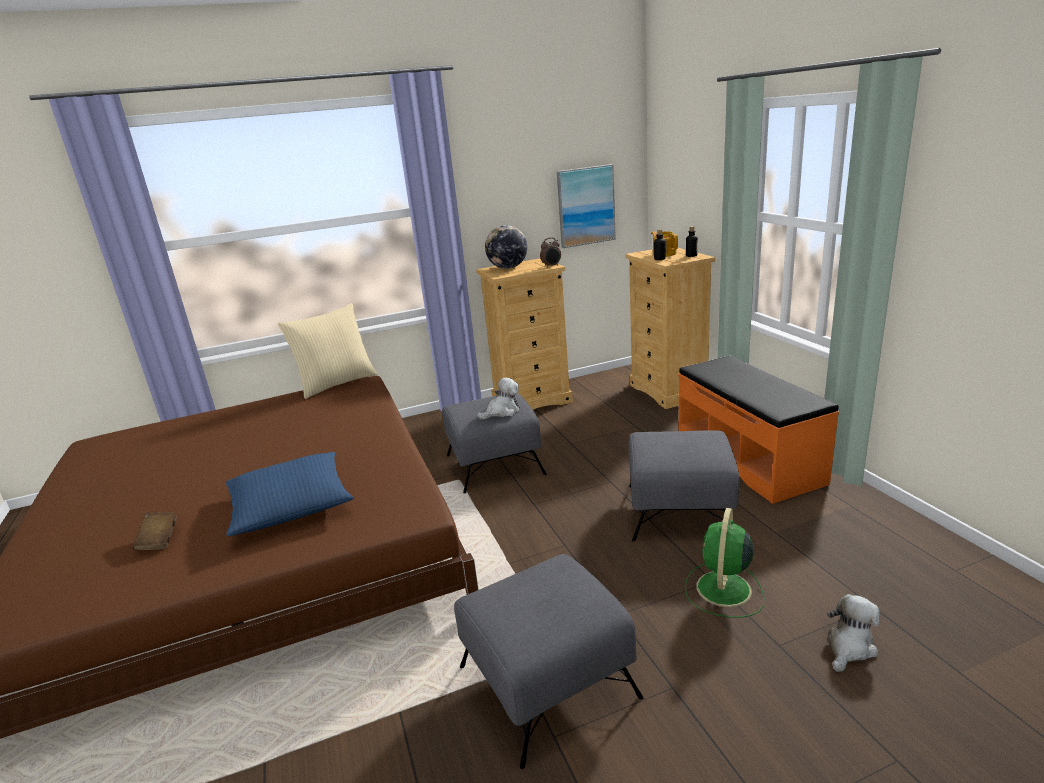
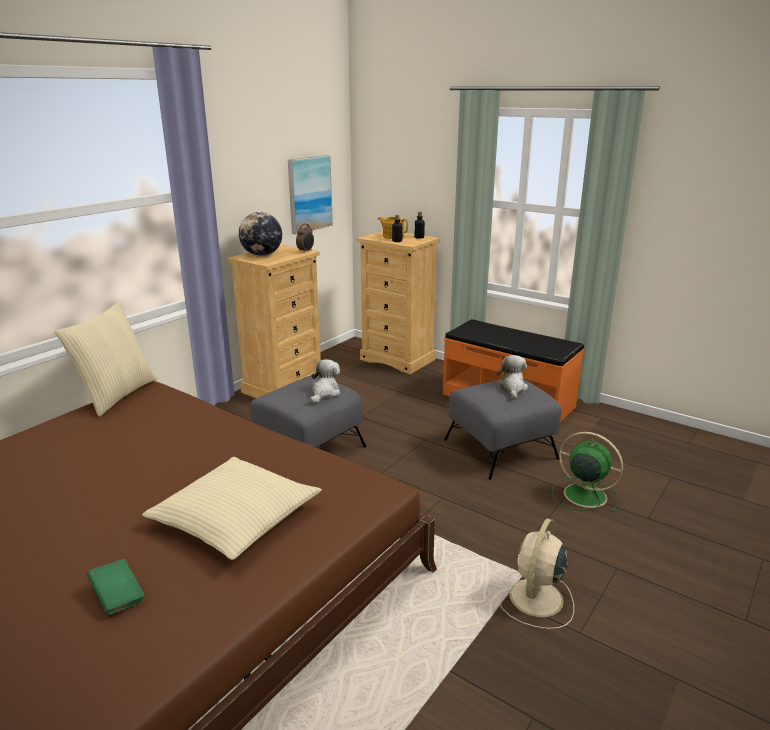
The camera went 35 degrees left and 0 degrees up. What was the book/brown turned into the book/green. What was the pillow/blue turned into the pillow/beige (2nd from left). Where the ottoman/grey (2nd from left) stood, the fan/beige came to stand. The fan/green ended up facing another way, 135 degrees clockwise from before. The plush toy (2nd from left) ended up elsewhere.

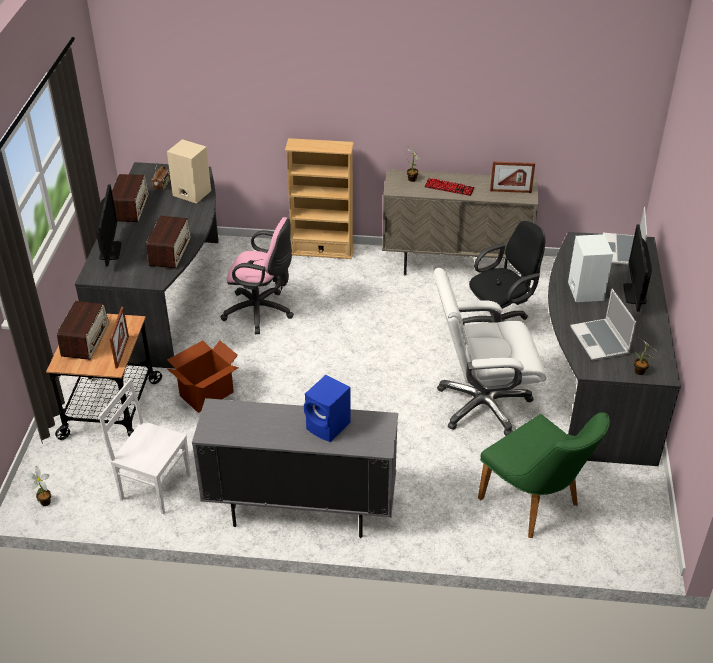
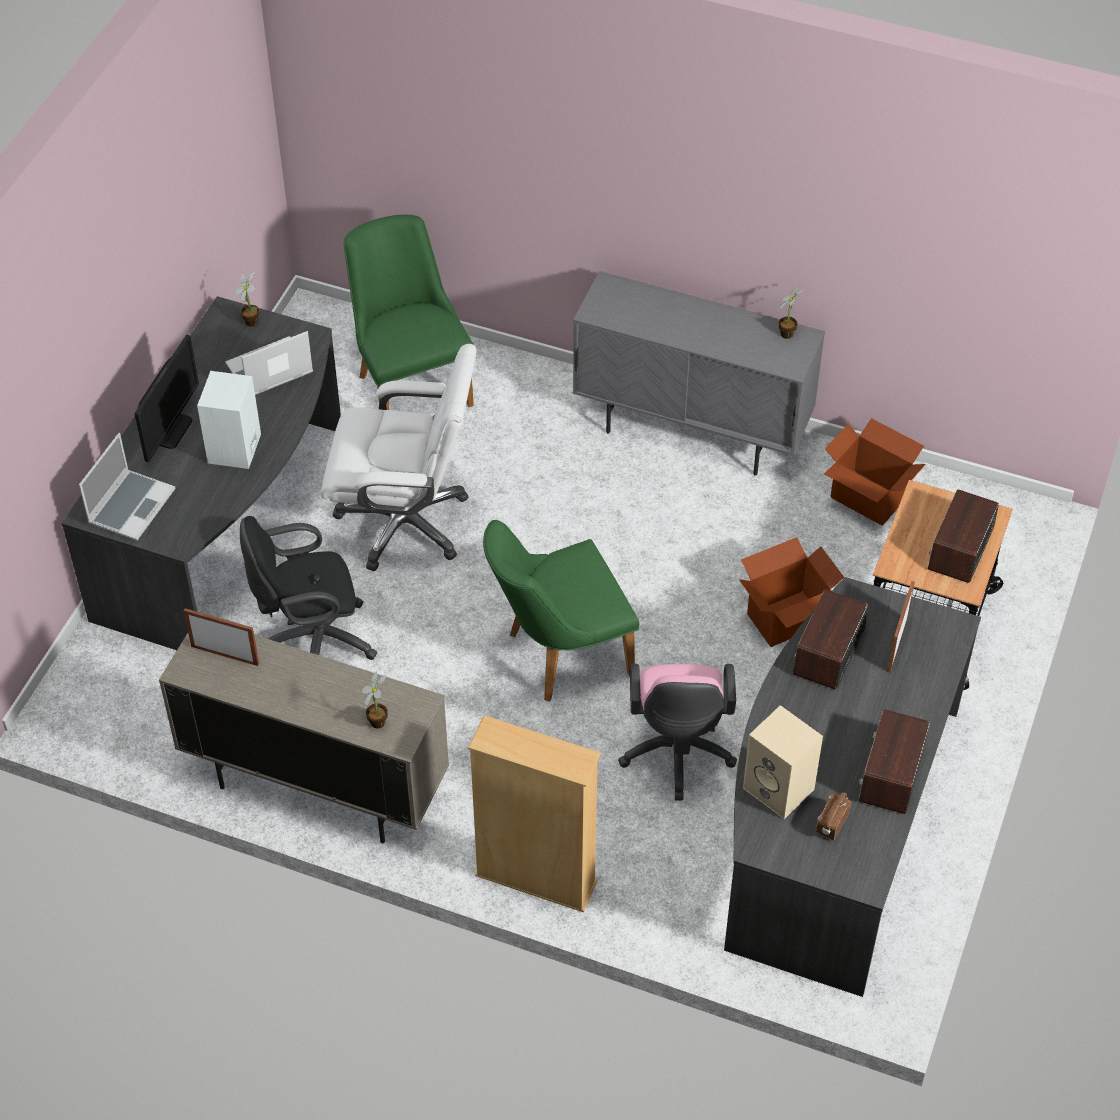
The camera went 165 degrees left and 10 degrees up. The potted plant (1st from left in the first image) ended up elsewhere. The second view lost the monitor (1st from left). Where the chair/white stood, the cardboard box (2nd from left) came to stand. The picture frame (1st from left in the first image) ended up elsewhere. The office chair/pink ended up facing another way, 120 degrees counterclockwise from before. The second view lost the speaker/blue. The second view lost the keyboard. The laptop (1st from left in the first image) ended up facing another way, 120 degrees counterclockwise from before. The second view gained the chair/green (2nd from left).

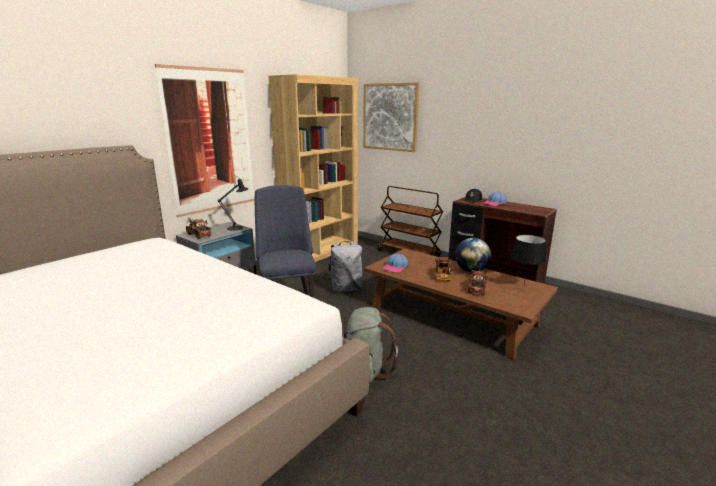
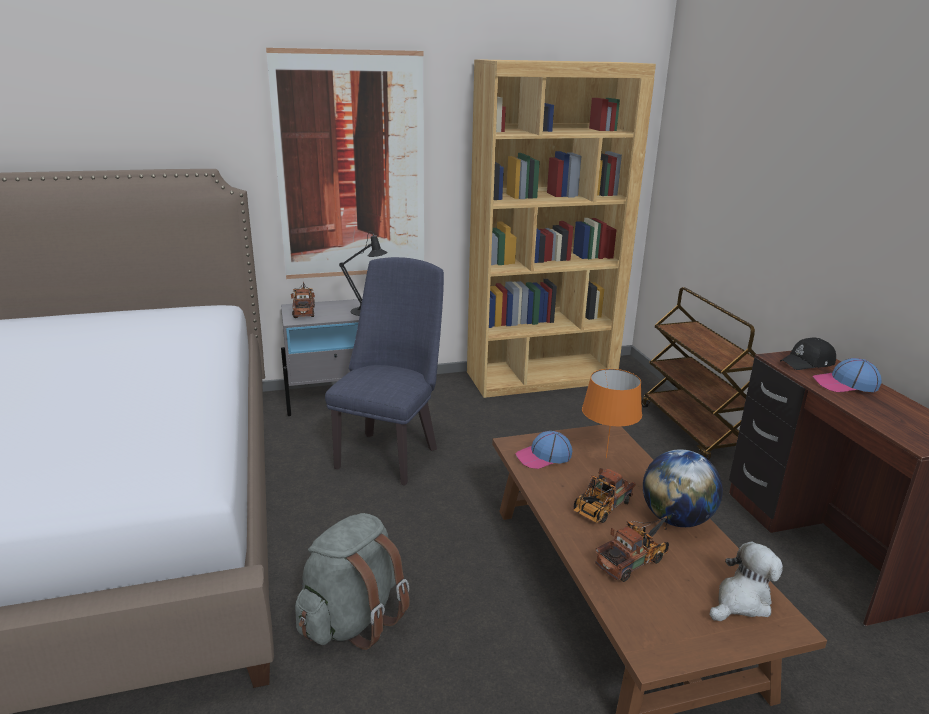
The camera went 35 degrees right and 5 degrees up. The second view lost the backpack/grey (1st from left). The second view lost the picture (2nd from left). Where the table lamp/black (2nd from left) stood, the plush toy came to stand. The second view gained the table lamp/orange.

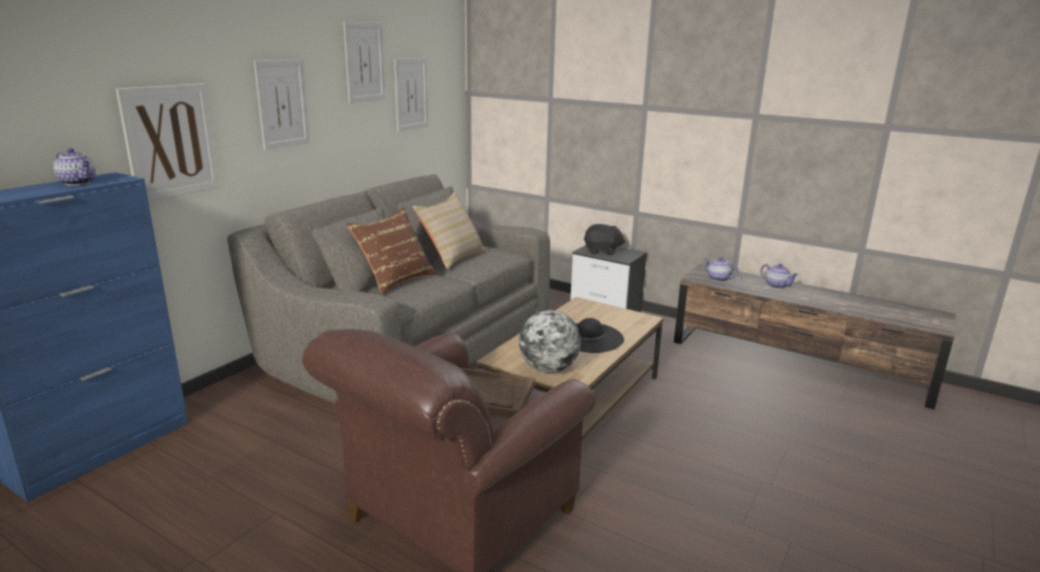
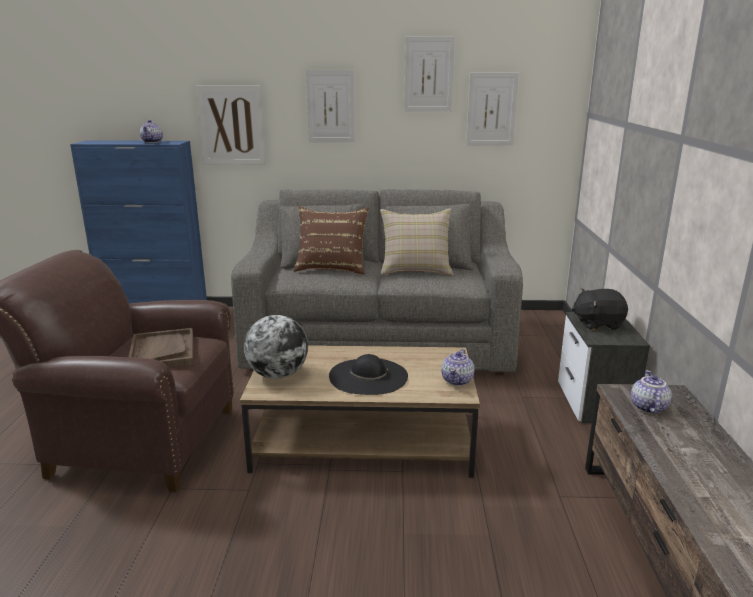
The camera went 60 degrees right and 0 degrees up. The plush toy/black ended up facing another way, 105 degrees clockwise from before. The teapot (3rd from left in the first image) ended up elsewhere.

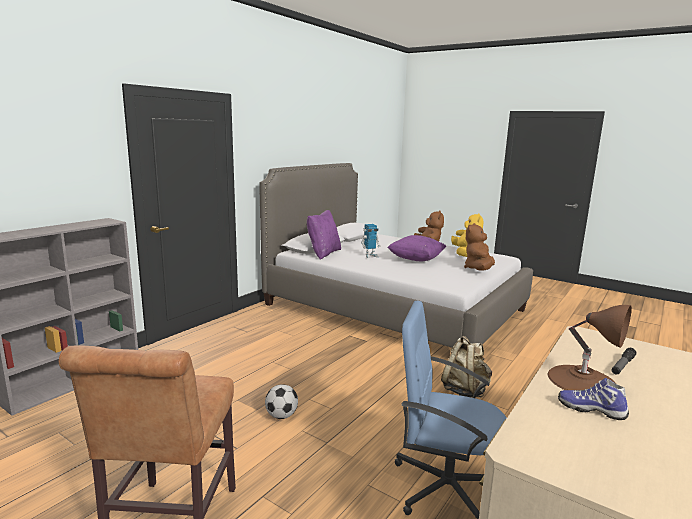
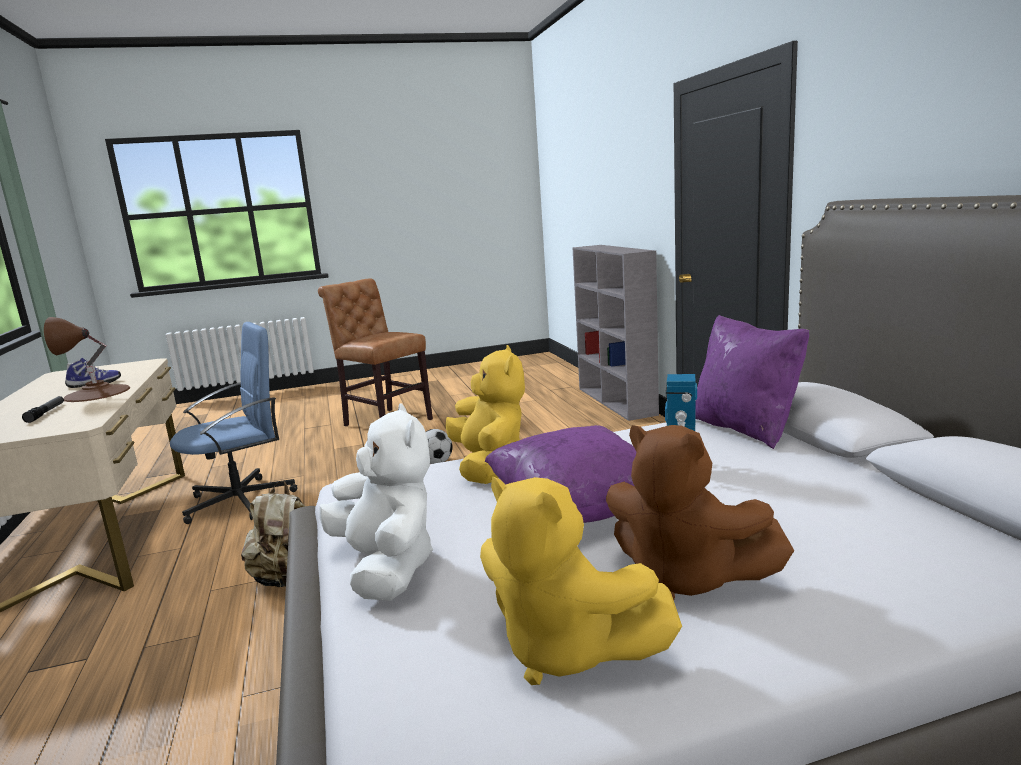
The camera went 130 degrees right and 0 degrees up. What was the plush toy/brown (2nd from left) turned into the plush toy/white. The second view gained the plush toy/yellow (1st from left).

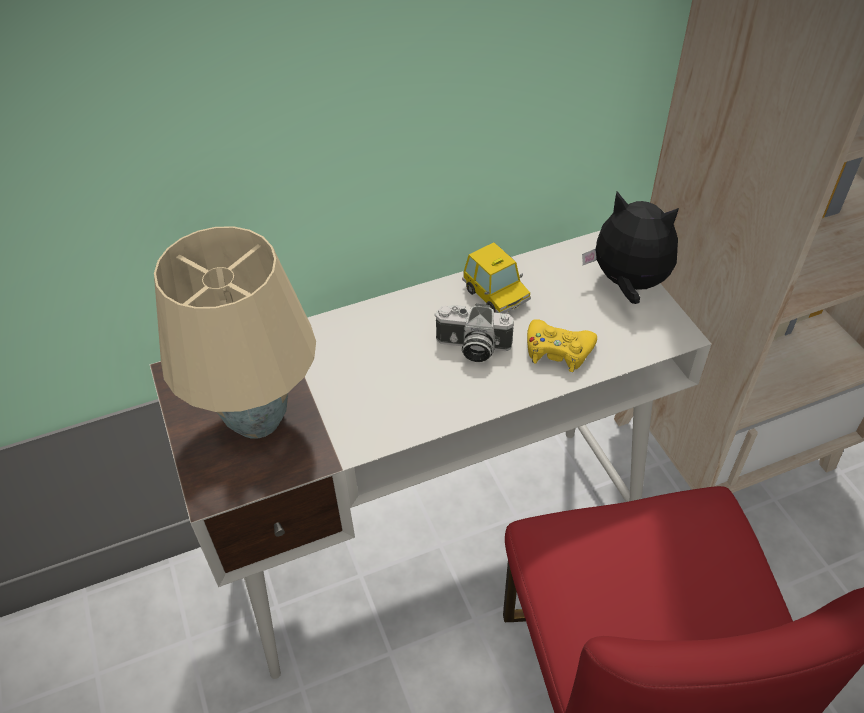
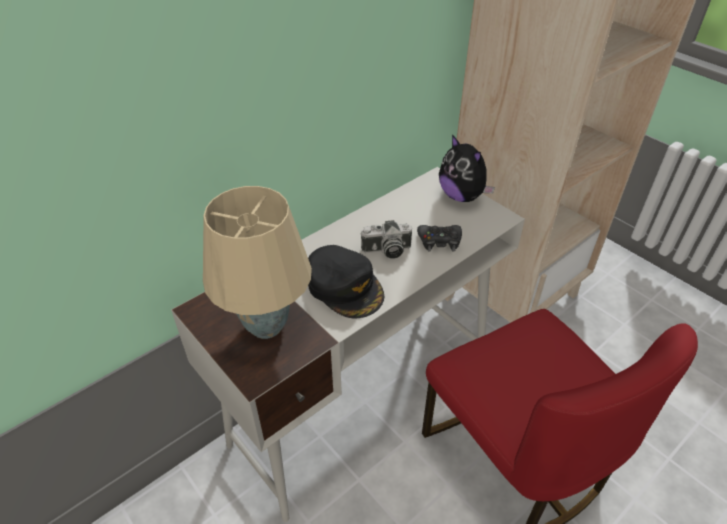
The camera went 20 degrees left and 5 degrees down. The second view lost the toy car. What was the game controller/yellow turned into the game controller/black. The plush toy ended up facing another way, 135 degrees counterclockwise from before. The second view gained the cap/black.

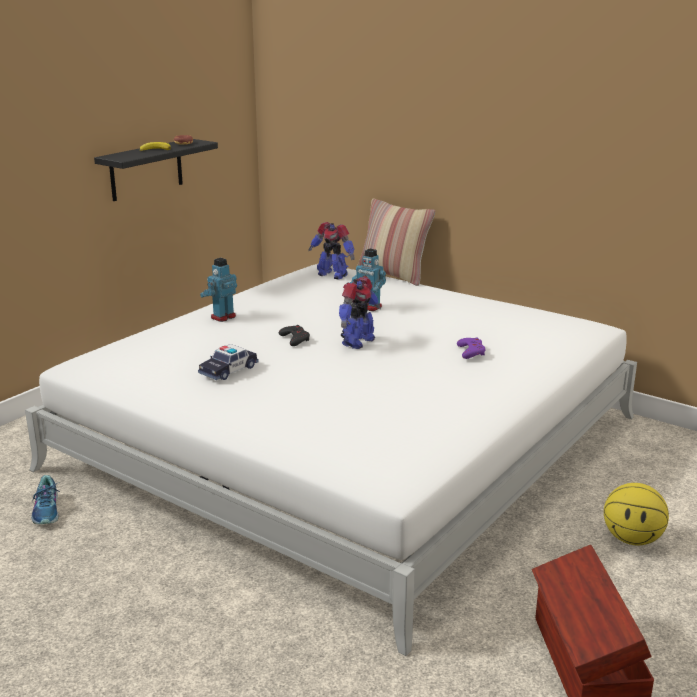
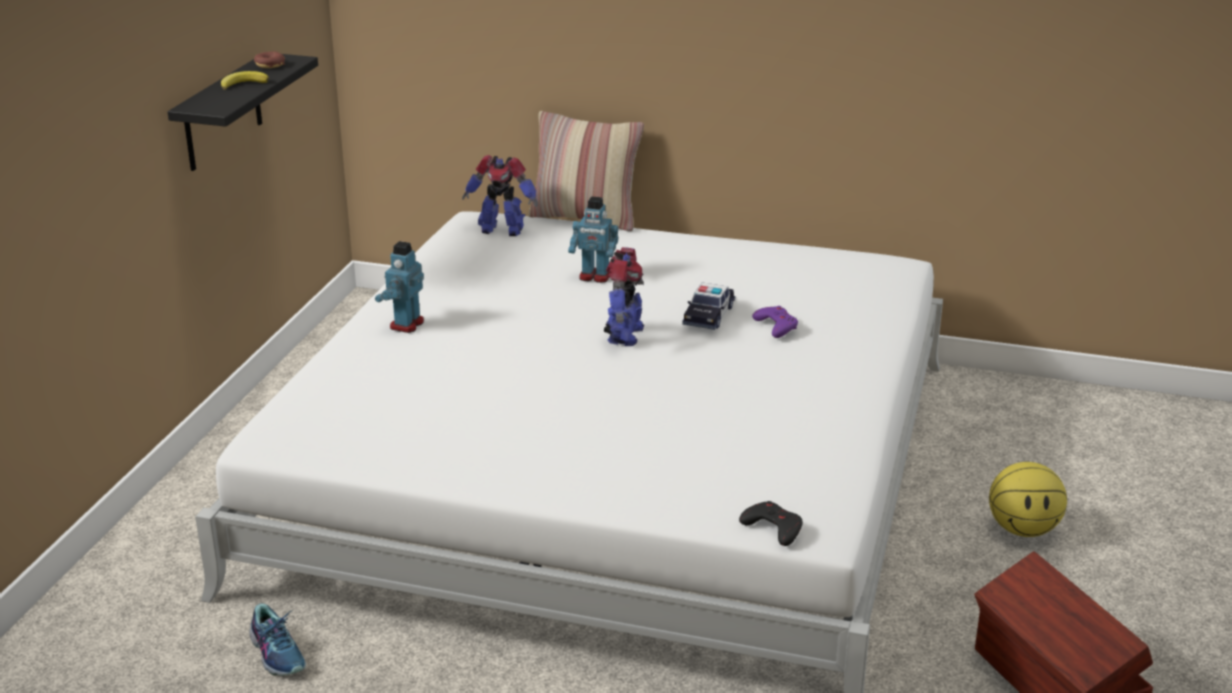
The camera went 20 degrees left and 5 degrees up. The toy car ended up elsewhere. The game controller/black ended up elsewhere.

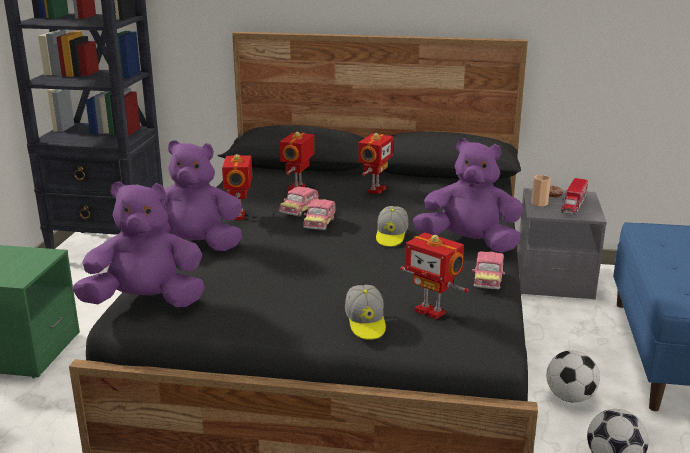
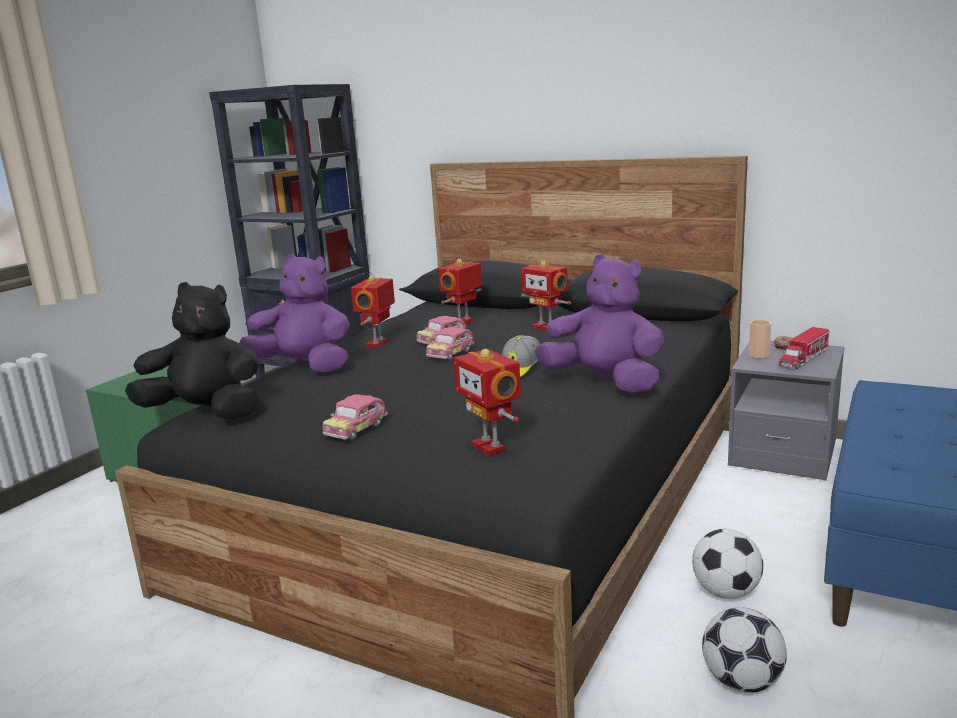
The camera went 20 degrees right and 5 degrees down. What was the plush toy/purple (1st from left) turned into the plush toy/black. The second view lost the cap (1st from left). The toy robot (3rd from left in the first image) ended up facing another way, 90 degrees clockwise from before. The toy car (3rd from left in the first image) ended up elsewhere.

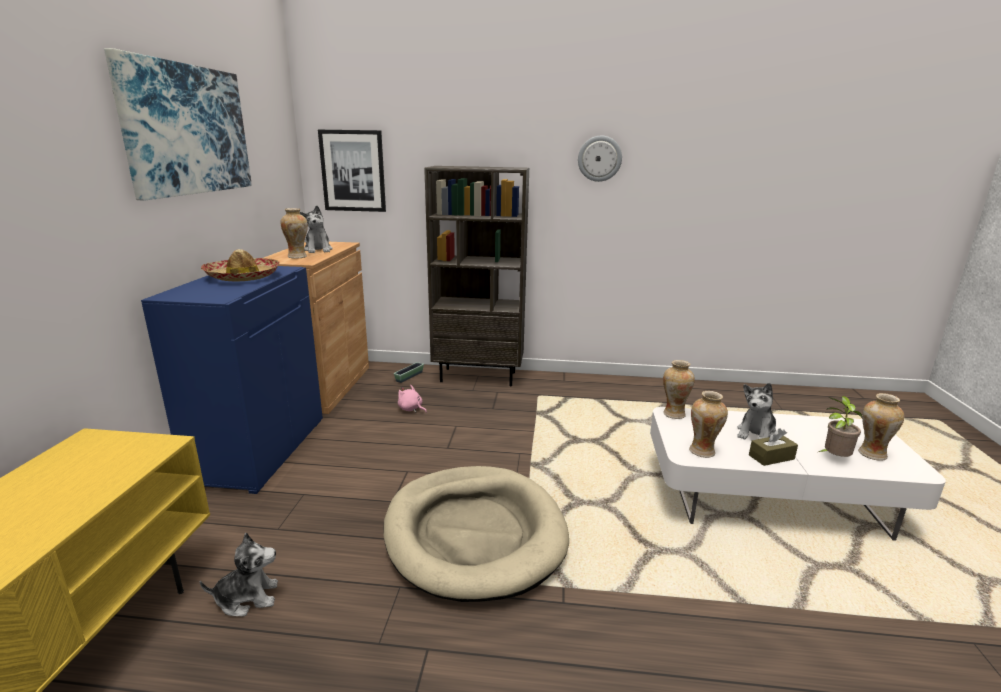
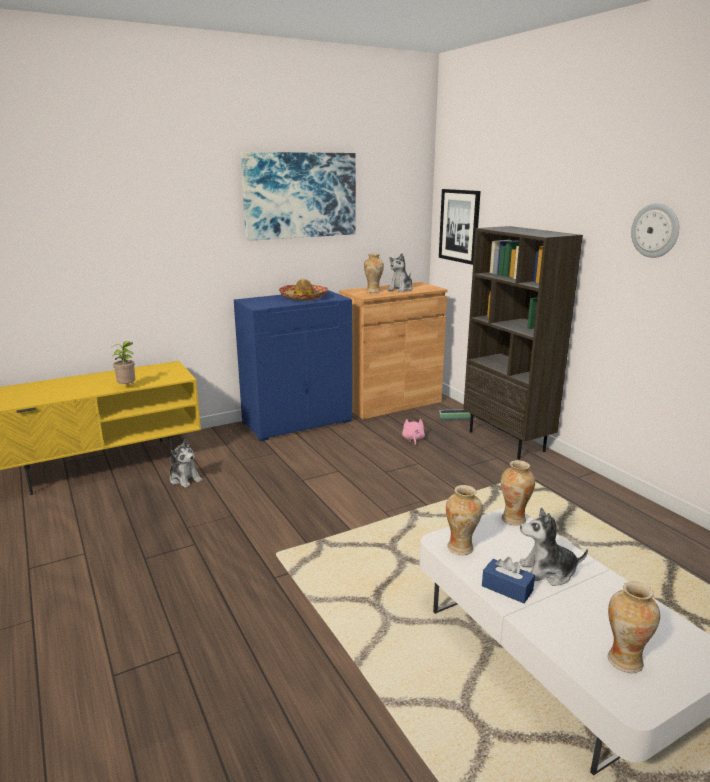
The camera went 55 degrees right and 0 degrees up. The second view lost the dog bed/beige. What was the tissue box/brown turned into the tissue box/blue. The potted plant ended up elsewhere.

